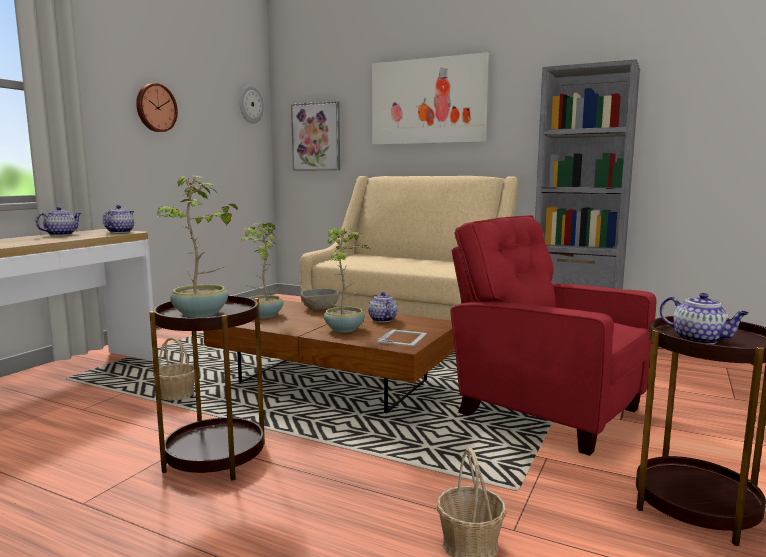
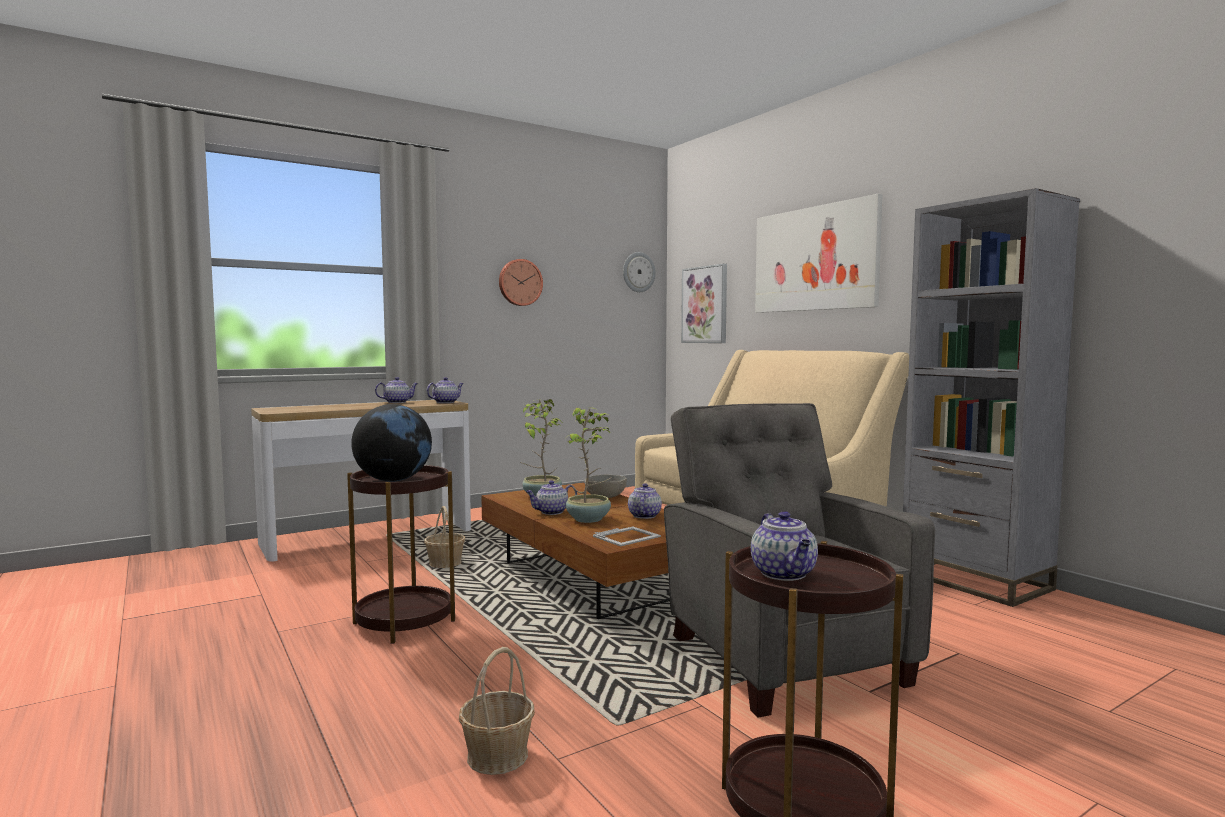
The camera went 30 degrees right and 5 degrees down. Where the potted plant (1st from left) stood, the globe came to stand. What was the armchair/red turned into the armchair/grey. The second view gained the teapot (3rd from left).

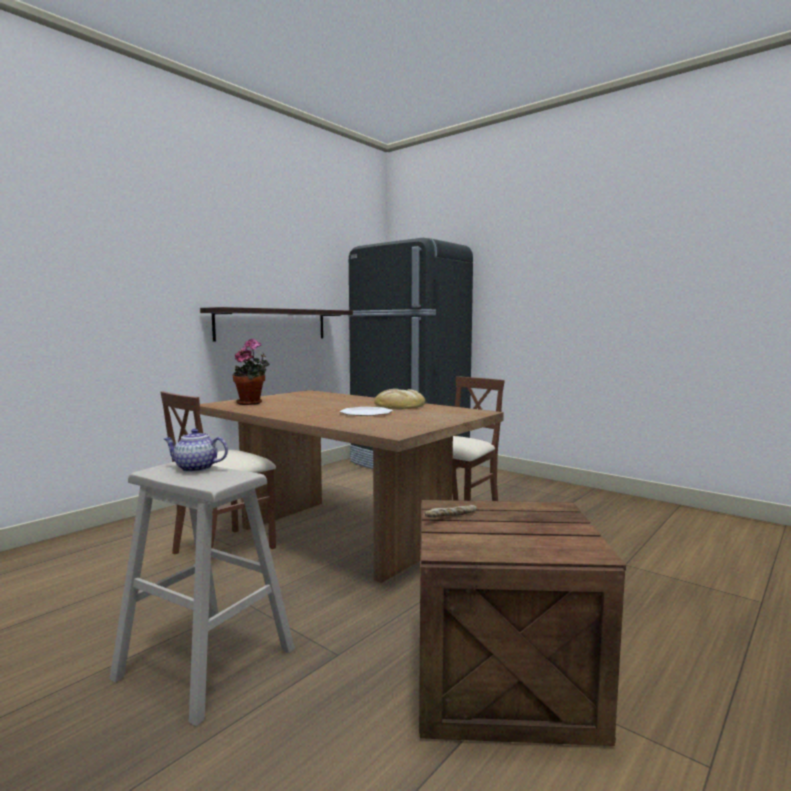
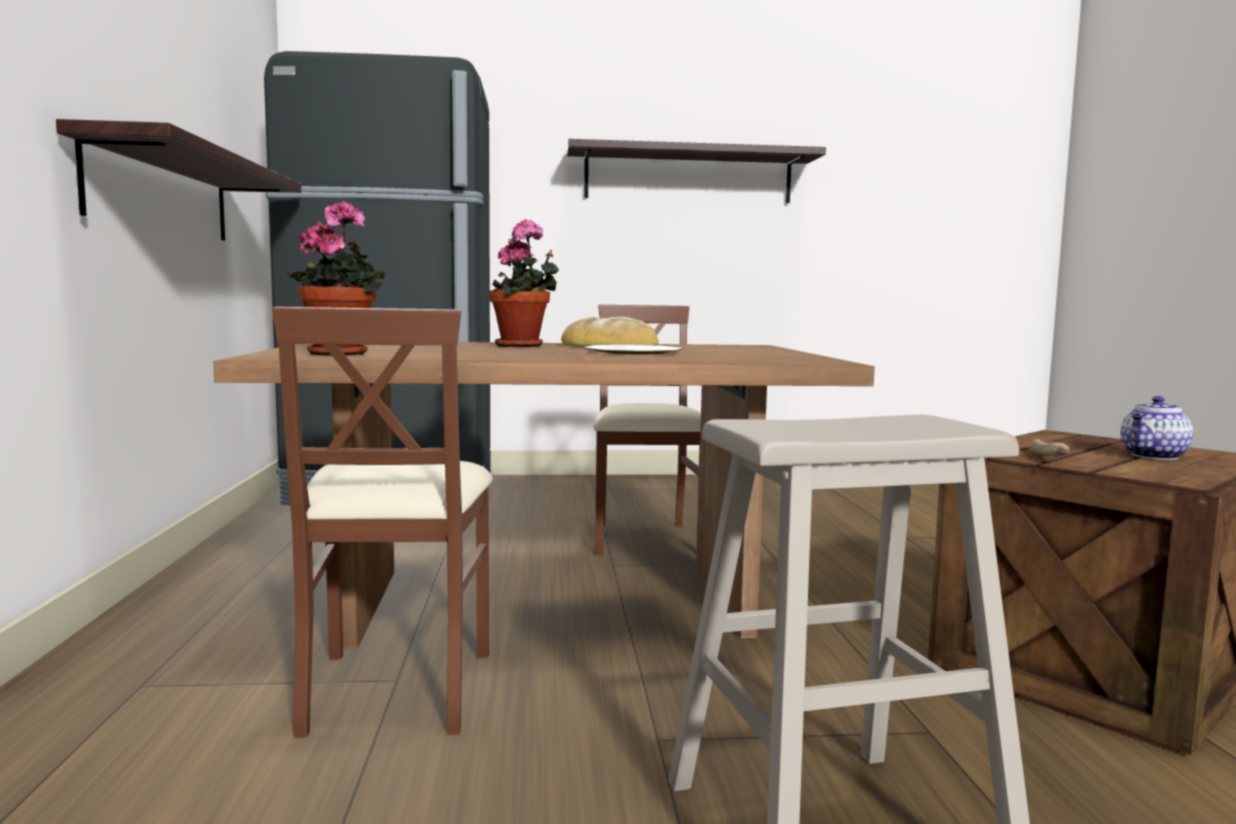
The camera went 45 degrees left and 0 degrees up. The teapot ended up elsewhere. The second view gained the potted plant (2nd from left). The second view gained the shelf (2nd from left).

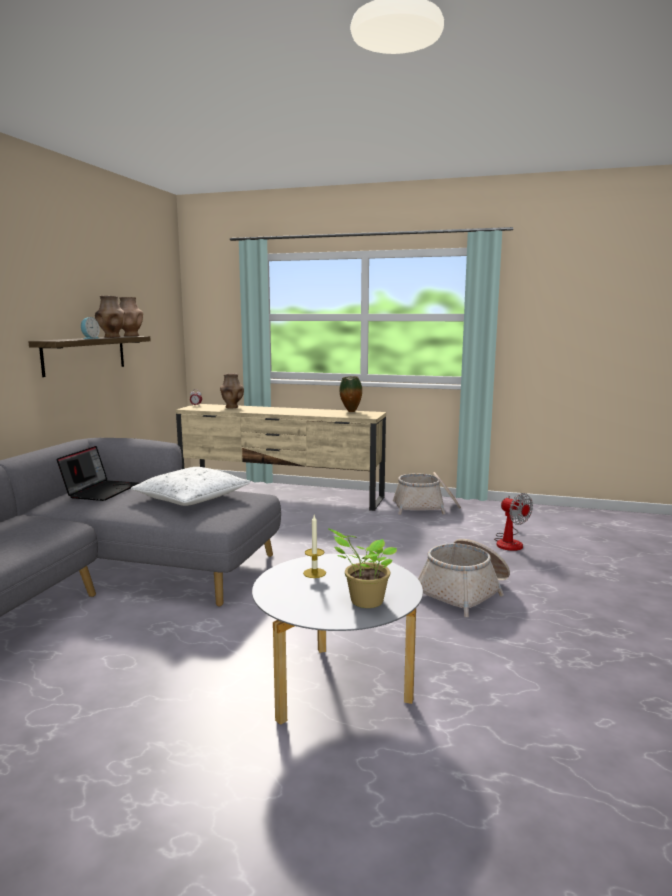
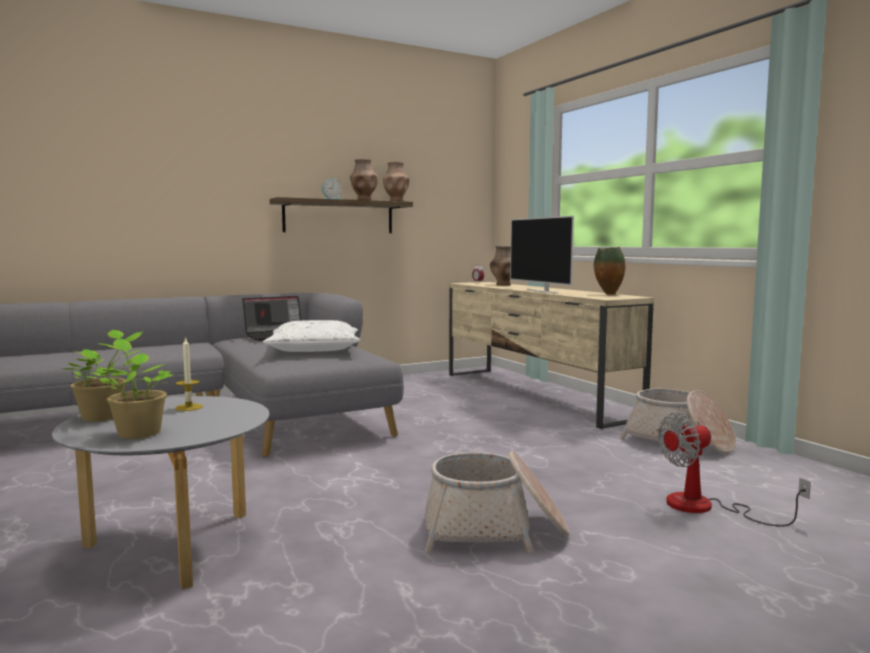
The camera went 45 degrees right and 5 degrees down. The fan ended up facing another way, 60 degrees clockwise from before. The second view gained the potted plant (1st from left). The second view gained the television.

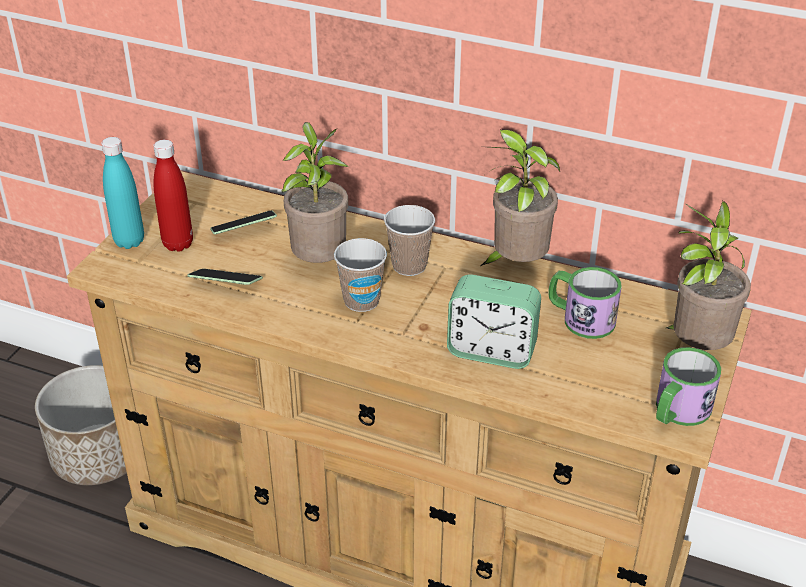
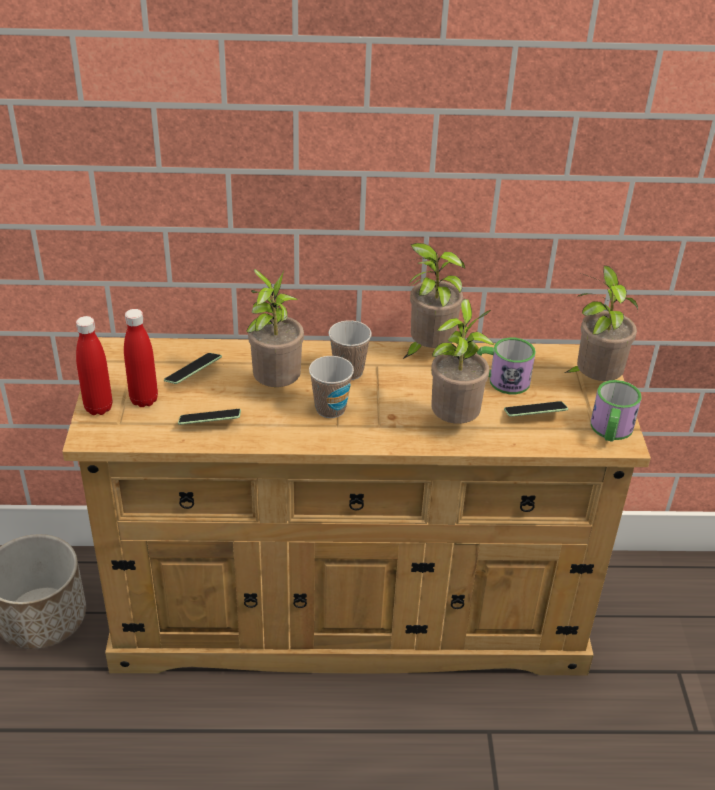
The camera went 25 degrees left and 0 degrees up. What was the bottle/turquoise turned into the bottle/red (1st from left). Where the alarm clock stood, the potted plant (3rd from left) came to stand. The second view gained the phone (3rd from left).

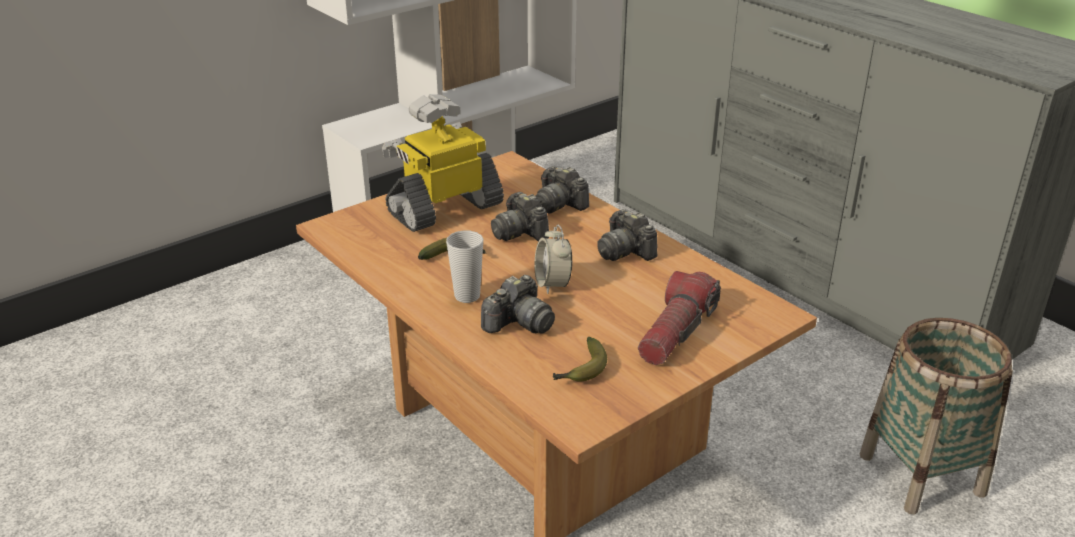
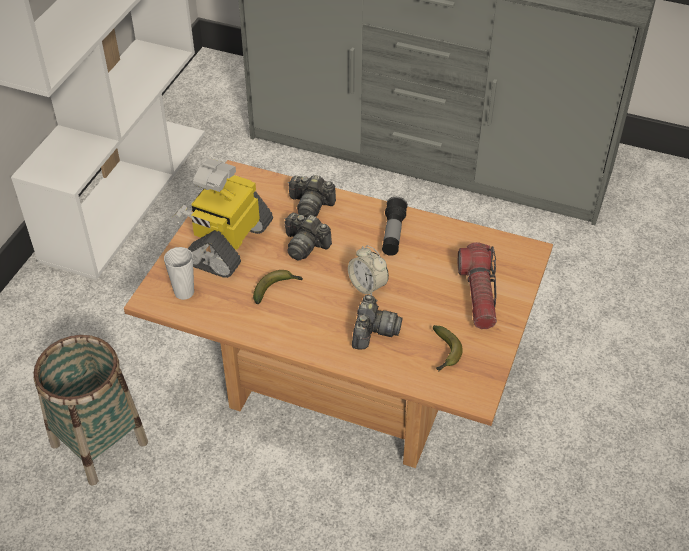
The camera went 30 degrees left and 15 degrees up. The cup ended up elsewhere. Where the photo camera (4th from left) stood, the flashlight (1st from left) came to stand. The basket ended up elsewhere.

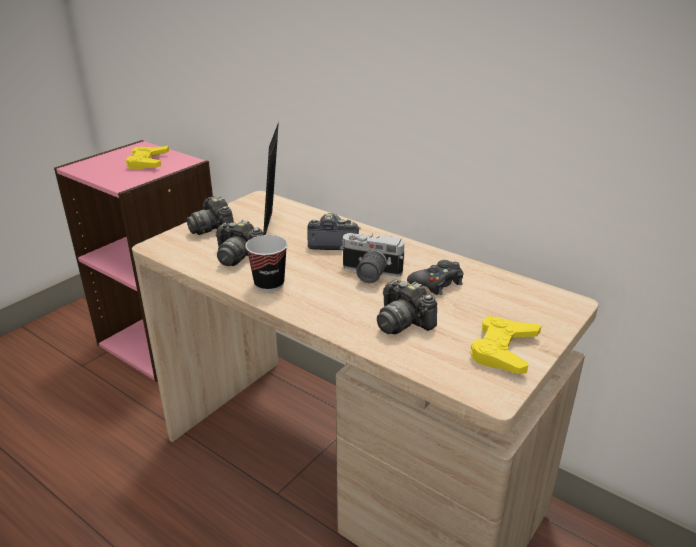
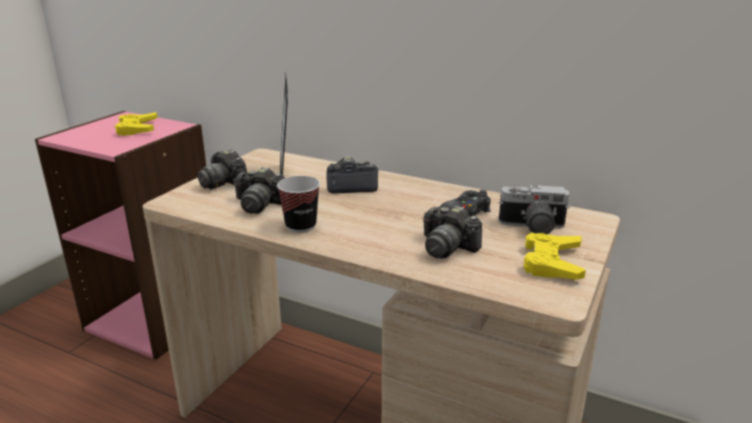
The camera went 10 degrees left and 5 degrees down. The photo camera (4th from left in the first image) ended up elsewhere.

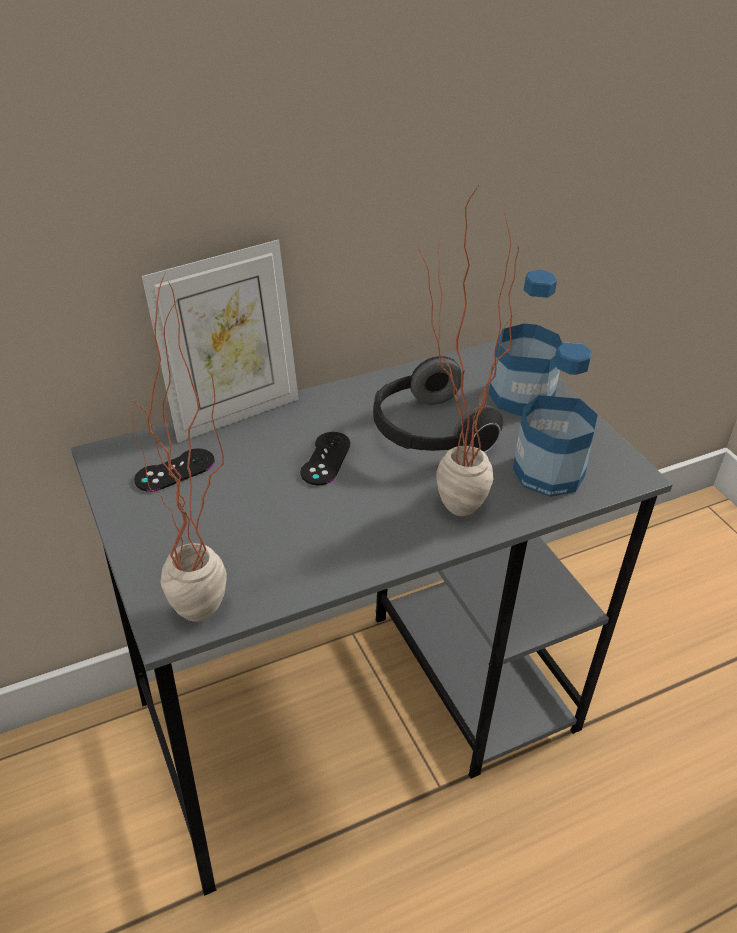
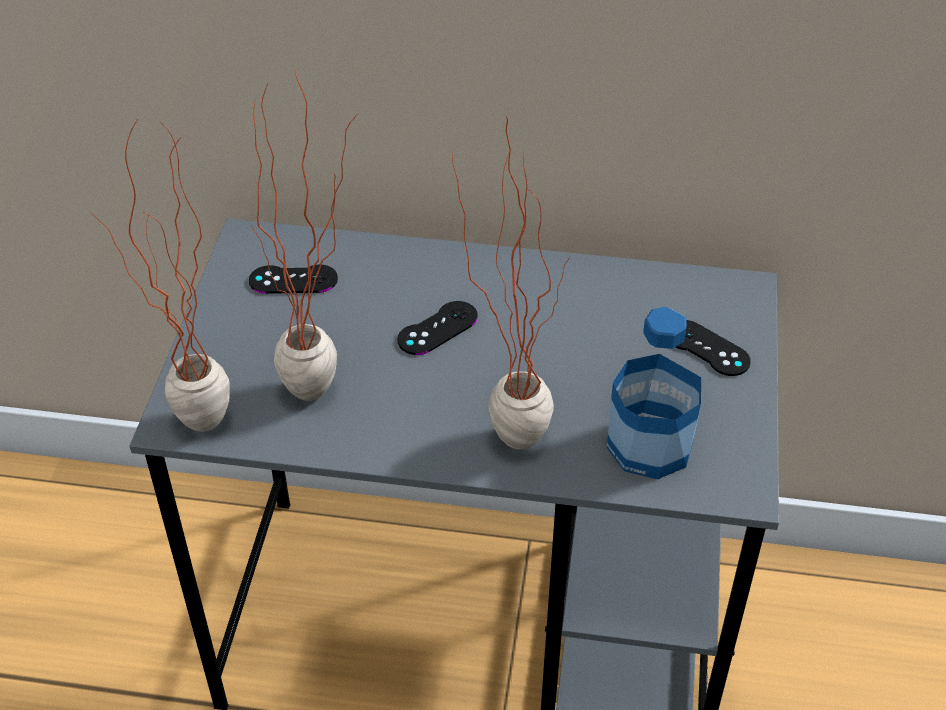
The camera went 35 degrees right and 5 degrees up. The second view lost the picture frame. The second view lost the headphones. Where the bottle (1st from left) stood, the game controller/black (3rd from left) came to stand. The second view gained the potted plant (2nd from left).

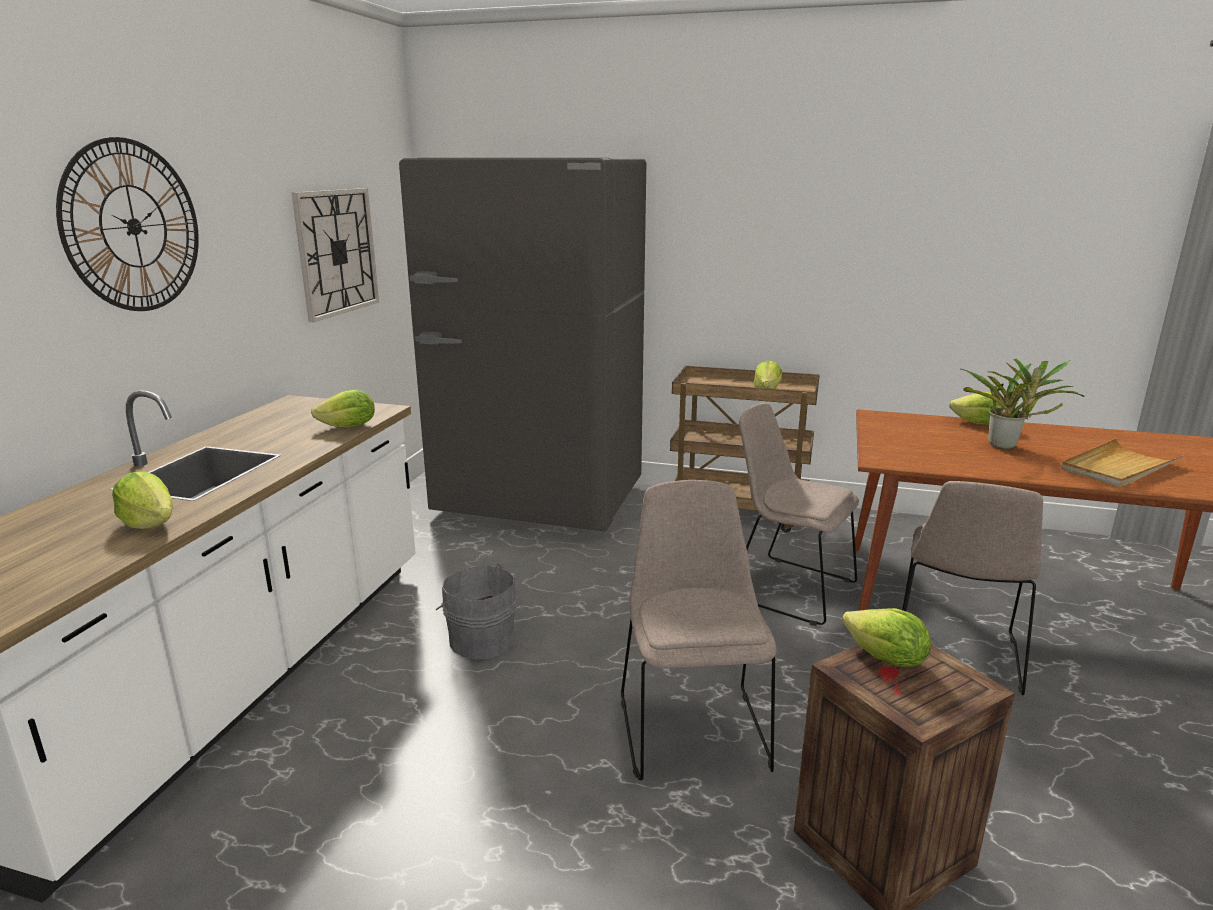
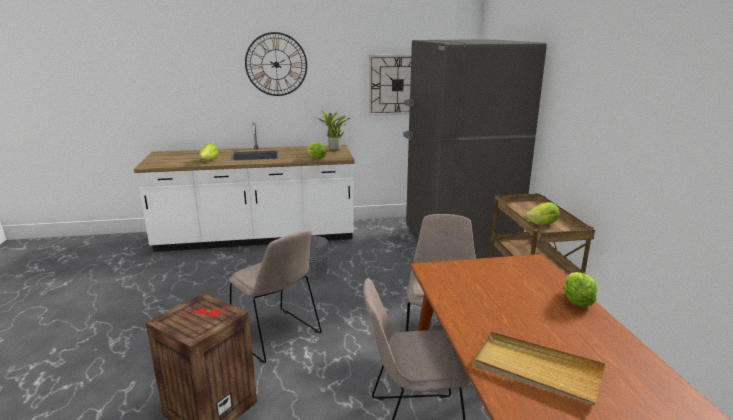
The camera went 65 degrees right and 0 degrees up. The chair/beige (1st from left) ended up facing another way, 75 degrees clockwise from before. The second view lost the lettuce (4th from left). The potted plant ended up elsewhere.

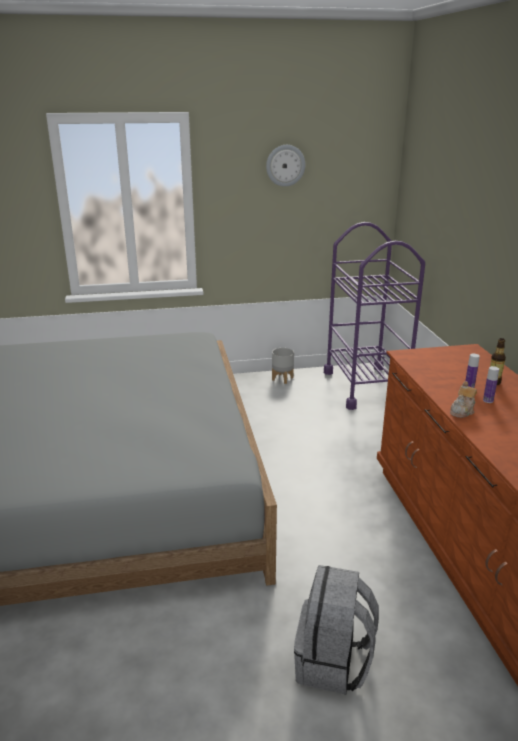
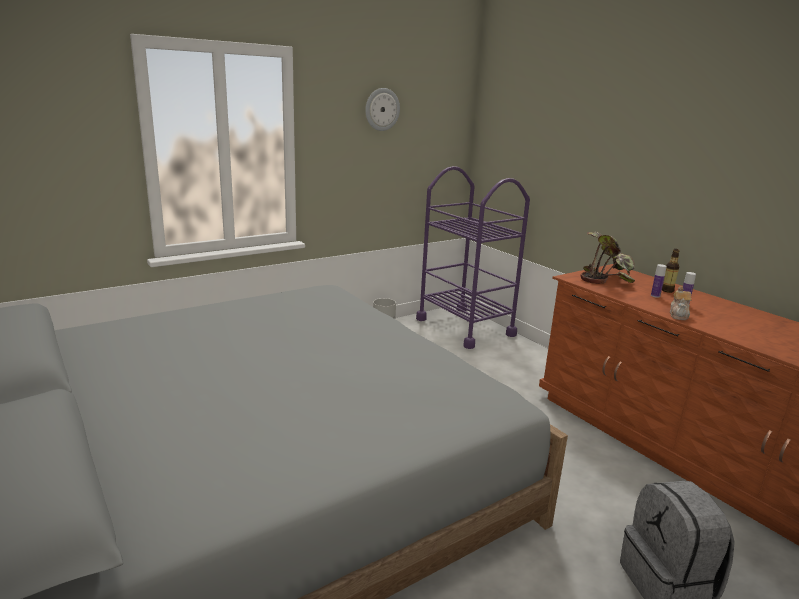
The camera went 25 degrees left and 5 degrees down. The second view gained the potted plant.

